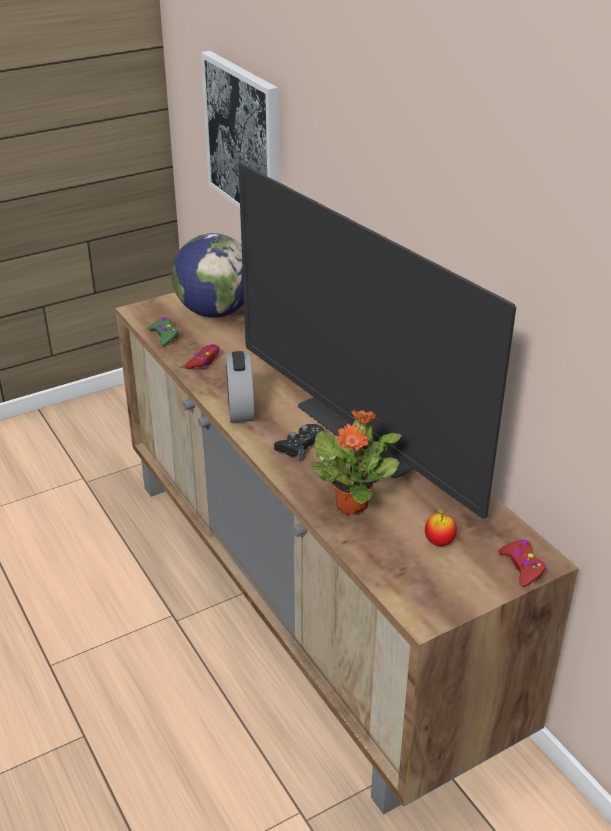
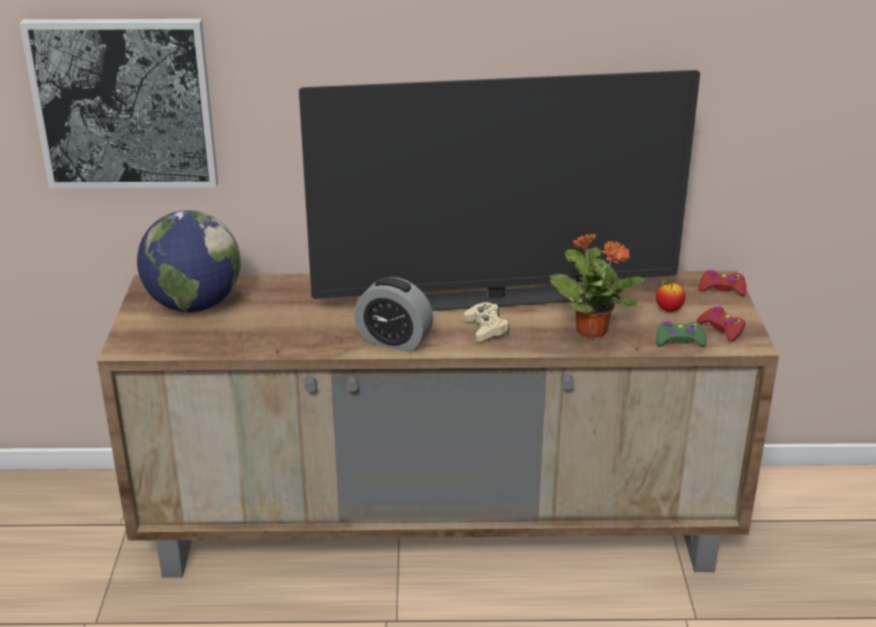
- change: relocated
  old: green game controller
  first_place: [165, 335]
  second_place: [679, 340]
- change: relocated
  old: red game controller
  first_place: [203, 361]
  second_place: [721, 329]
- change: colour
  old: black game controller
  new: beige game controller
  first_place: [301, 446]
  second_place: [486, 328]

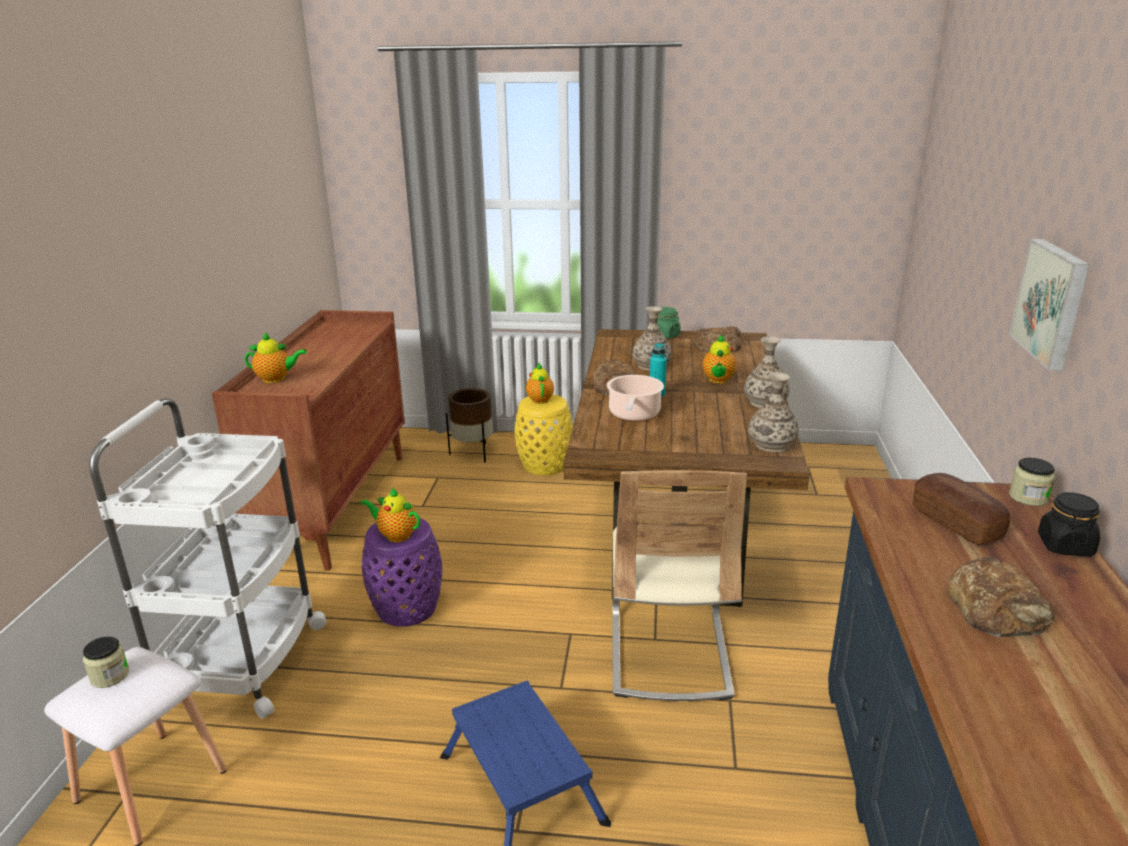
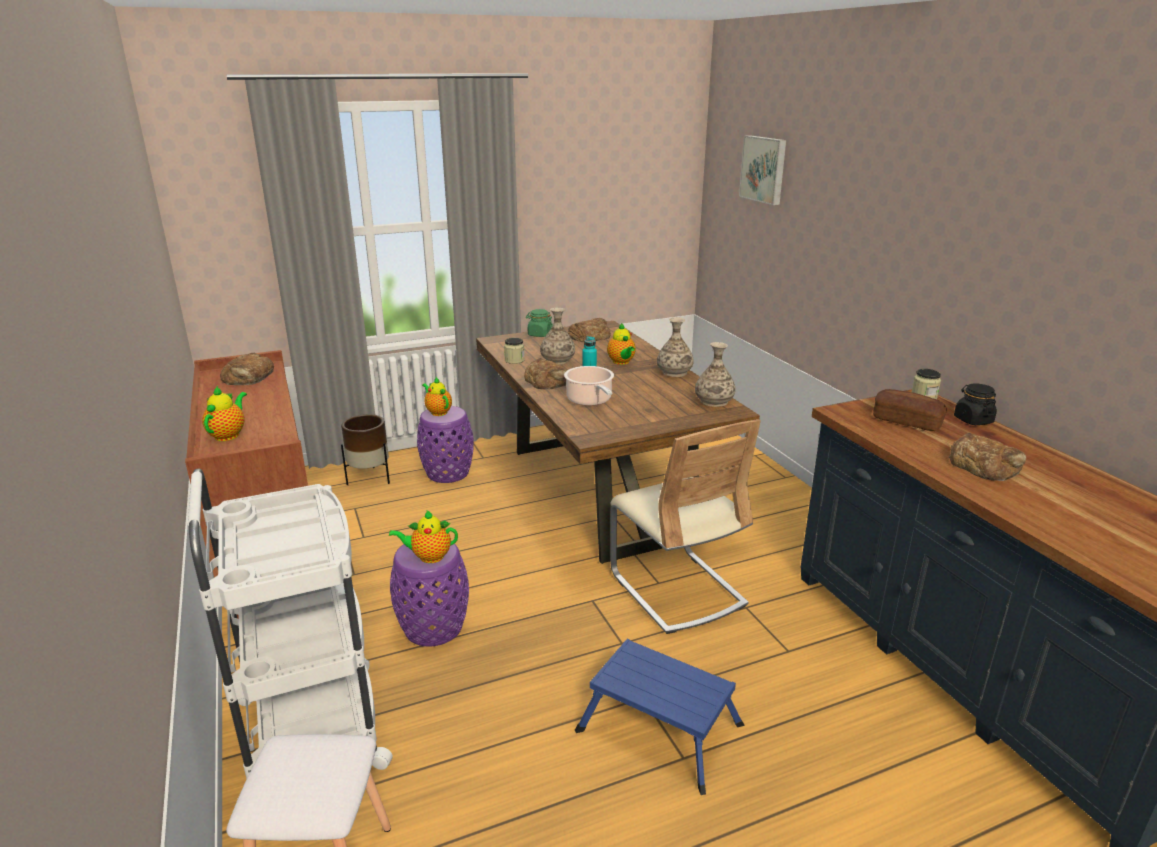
- change: relocated
  old: jar
  first_place: [110, 676]
  second_place: [514, 360]
- change: spun
  old: teapot
  first_place: [276, 379]
  second_place: [229, 435]
  degrees: -45
- change: colour
  old: yellow stool
  new: purple stool
  first_place: [545, 465]
  second_place: [448, 473]
- change: relocated
  old: picture
  first_place: [1052, 302]
  second_place: [764, 169]
- change: appeared
  new: bread
  second_place: [248, 377]

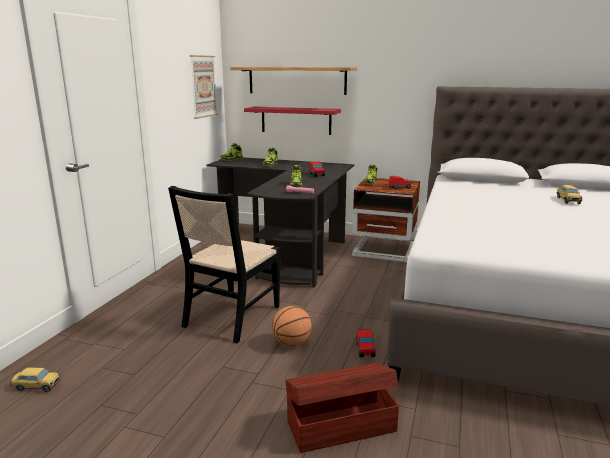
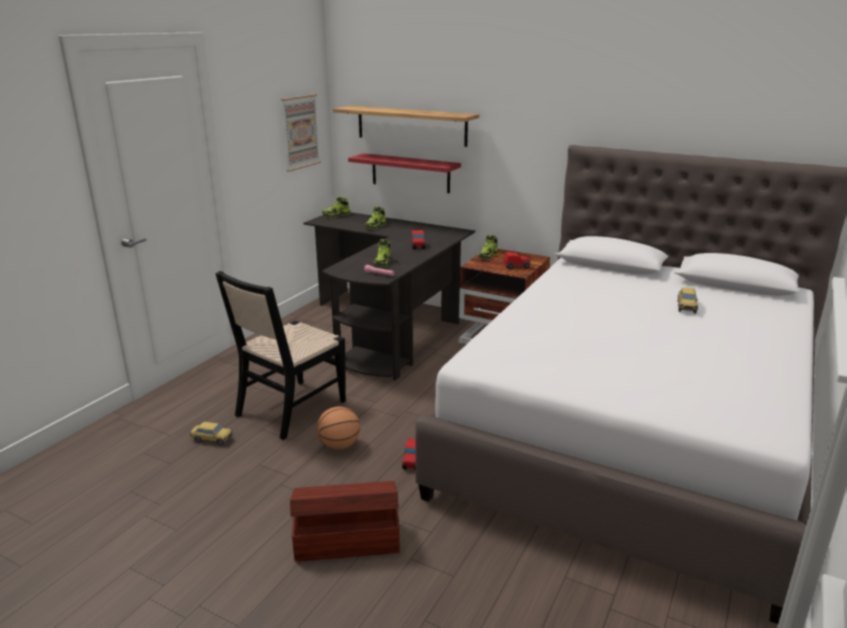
- change: relocated
  old: toy car
  first_place: [37, 386]
  second_place: [212, 439]

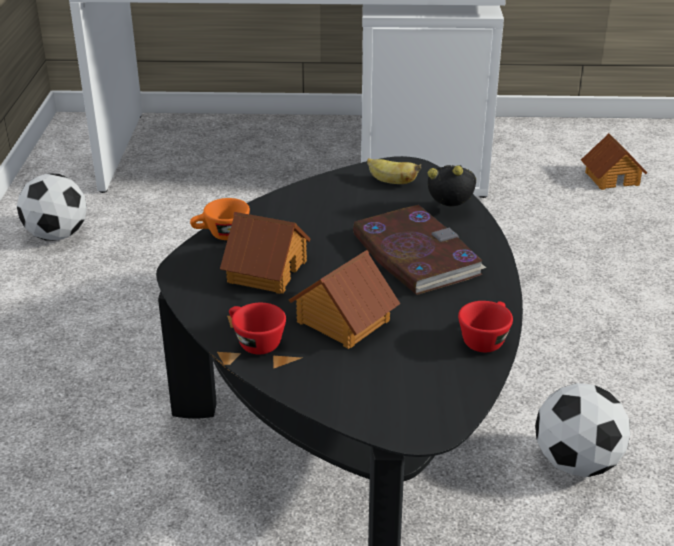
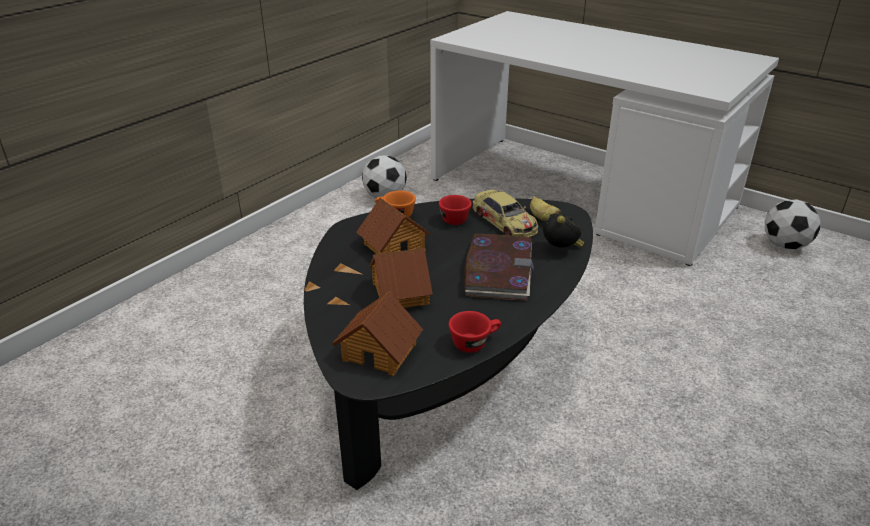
- change: relocated
  old: red cup
  first_place: [254, 342]
  second_place: [453, 218]
- change: relocated
  old: football
  first_place: [576, 463]
  second_place: [785, 245]
- change: relocated
  old: toy house
  first_place: [611, 178]
  second_place: [380, 351]
- change: appeared
  new: toy car
  second_place: [504, 221]

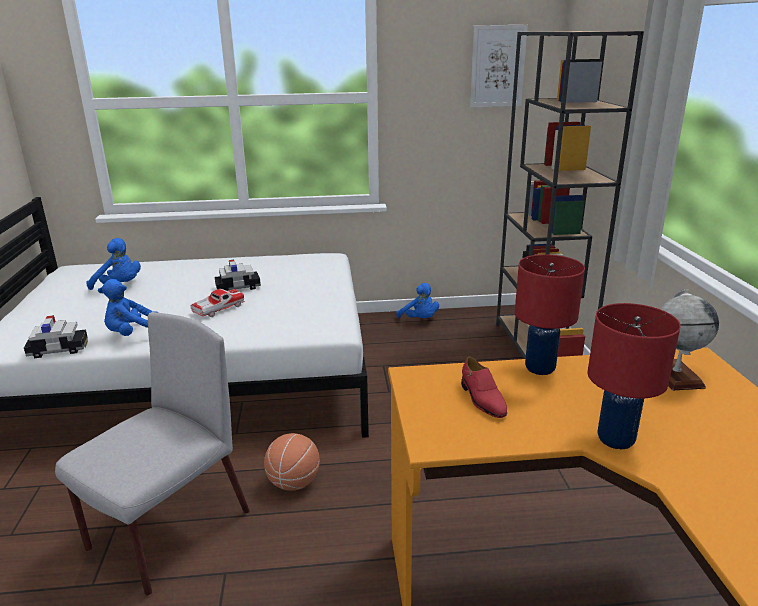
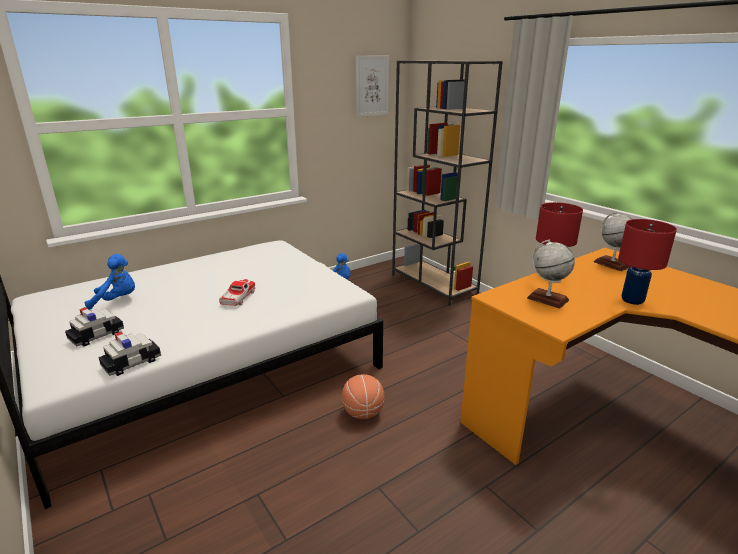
- change: missing
  old: grey chair
  first_place: [168, 532]
- change: missing
  old: blue plush toy
  first_place: [134, 335]
- change: relocated
  old: toy car
  first_place: [238, 287]
  second_place: [97, 335]
- change: exchanged
  old: red shoe
  new: globe
  first_place: [482, 399]
  second_place: [547, 299]

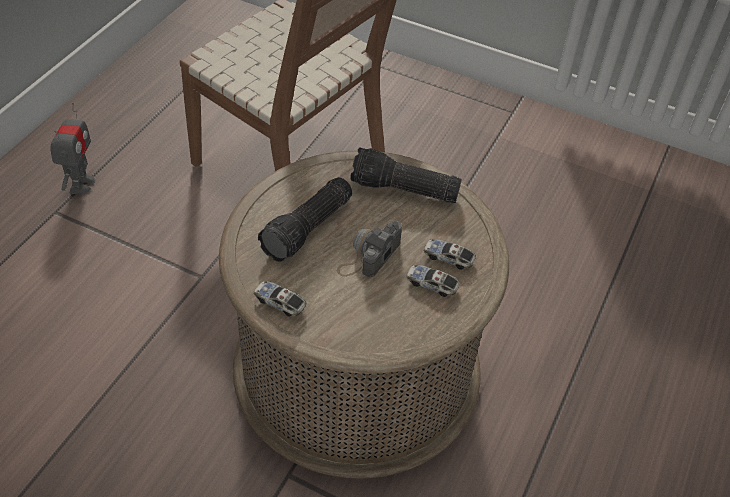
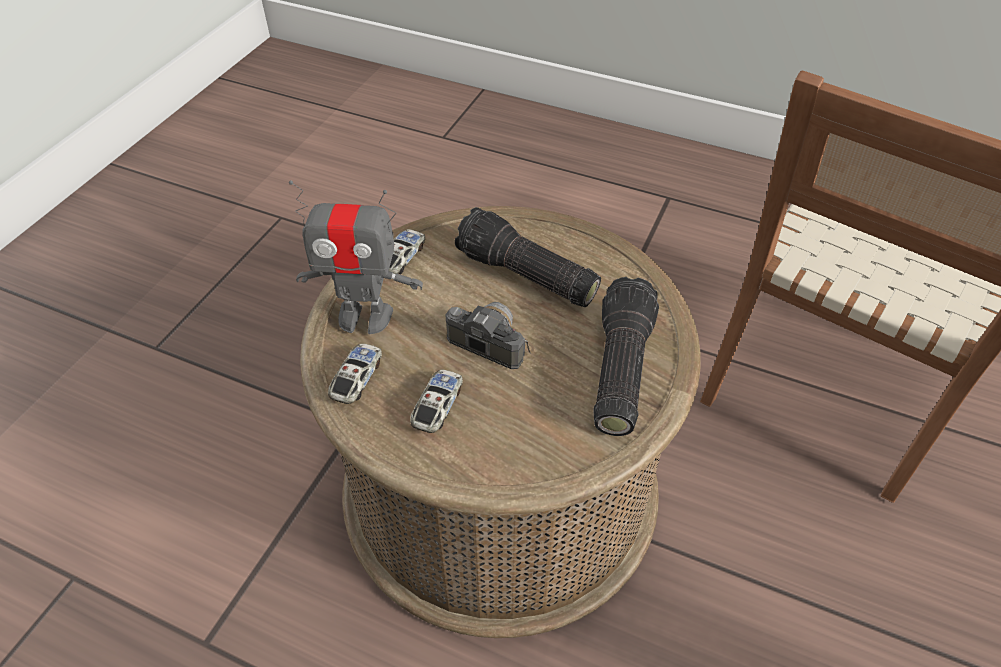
- change: relocated
  old: toy robot
  first_place: [81, 184]
  second_place: [364, 316]
- change: relocated
  old: toy car
  first_place: [448, 258]
  second_place: [356, 378]

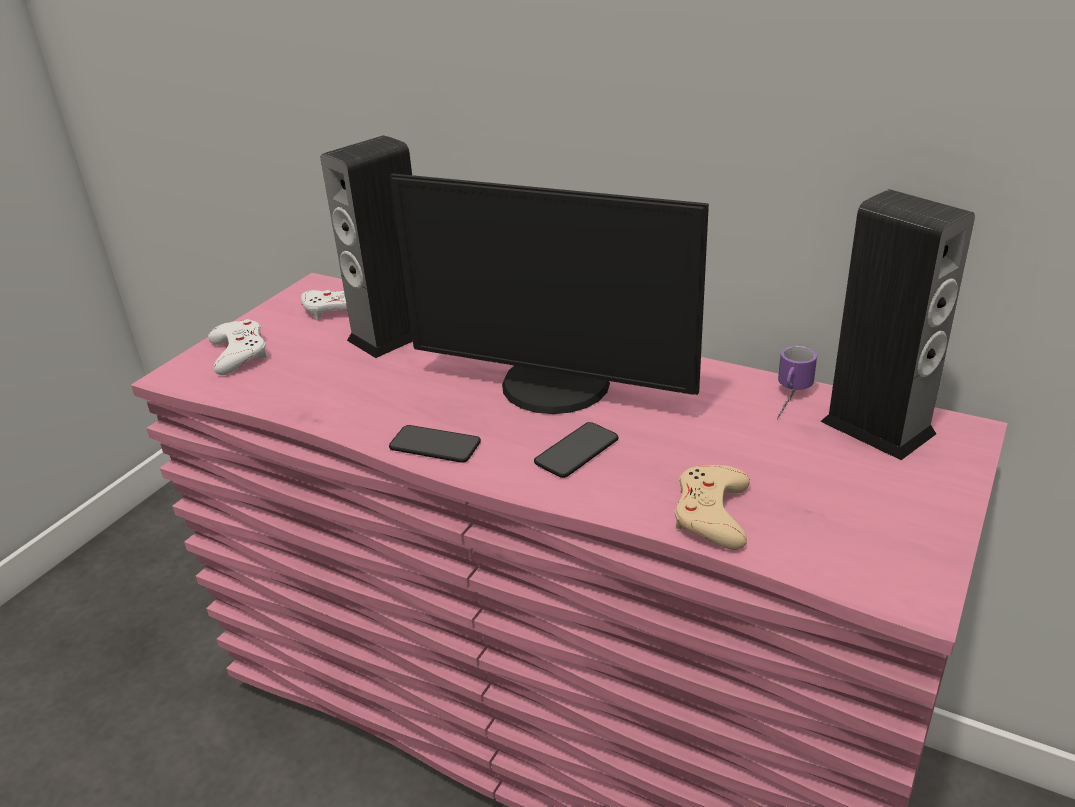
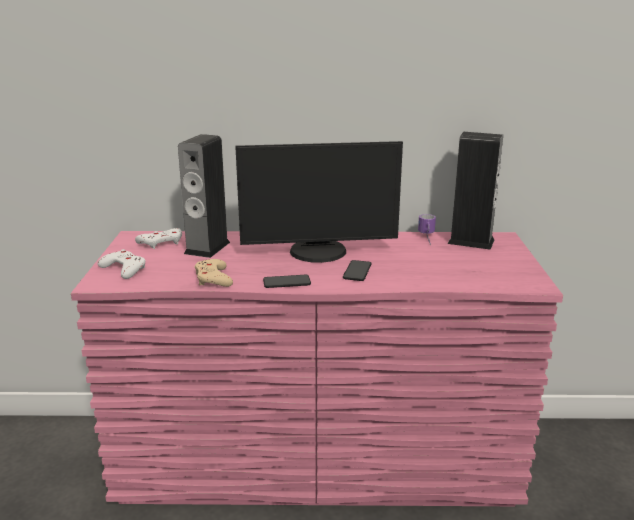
- change: relocated
  old: beige game controller
  first_place: [712, 514]
  second_place: [213, 278]

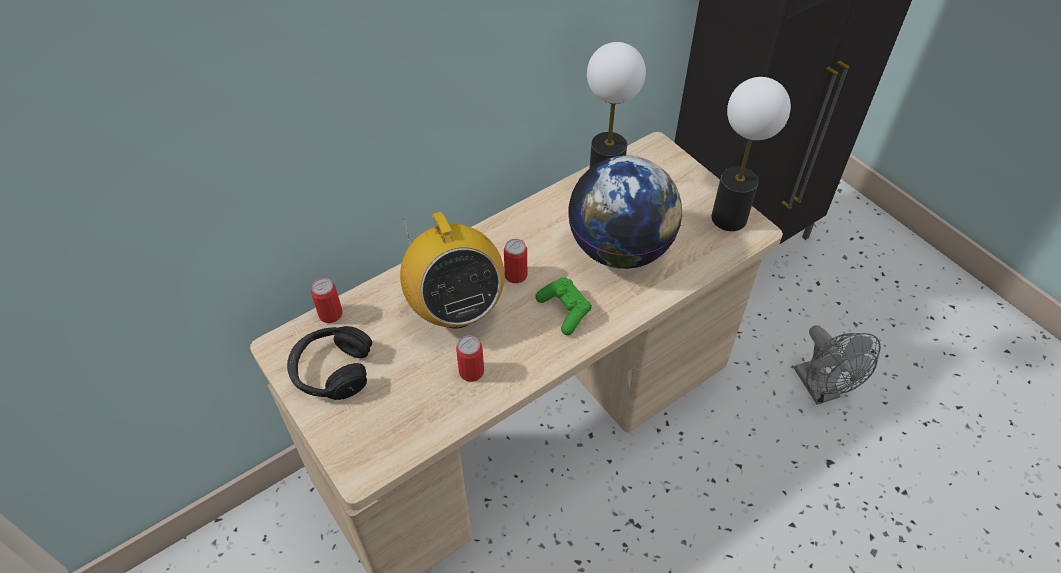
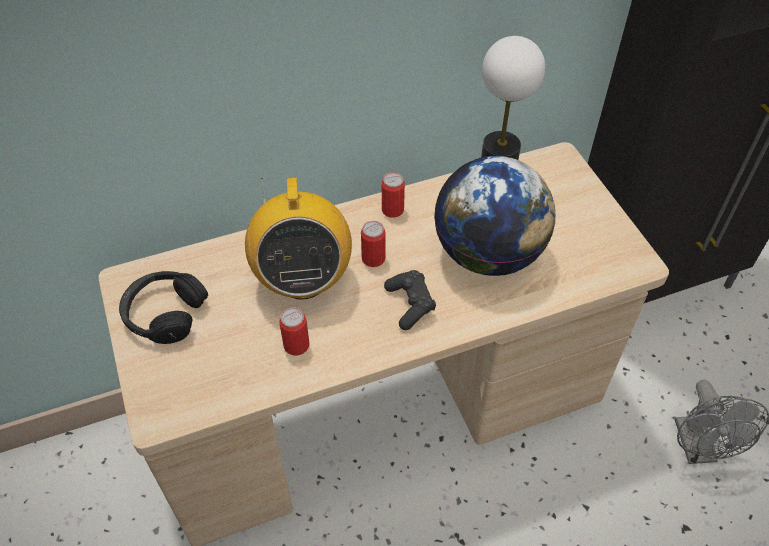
- change: relocated
  old: can
  first_place: [330, 314]
  second_place: [392, 210]
- change: colour
  old: green game controller
  new: black game controller
  first_place: [564, 310]
  second_place: [410, 304]
- change: missing
  old: table lamp
  first_place: [728, 218]

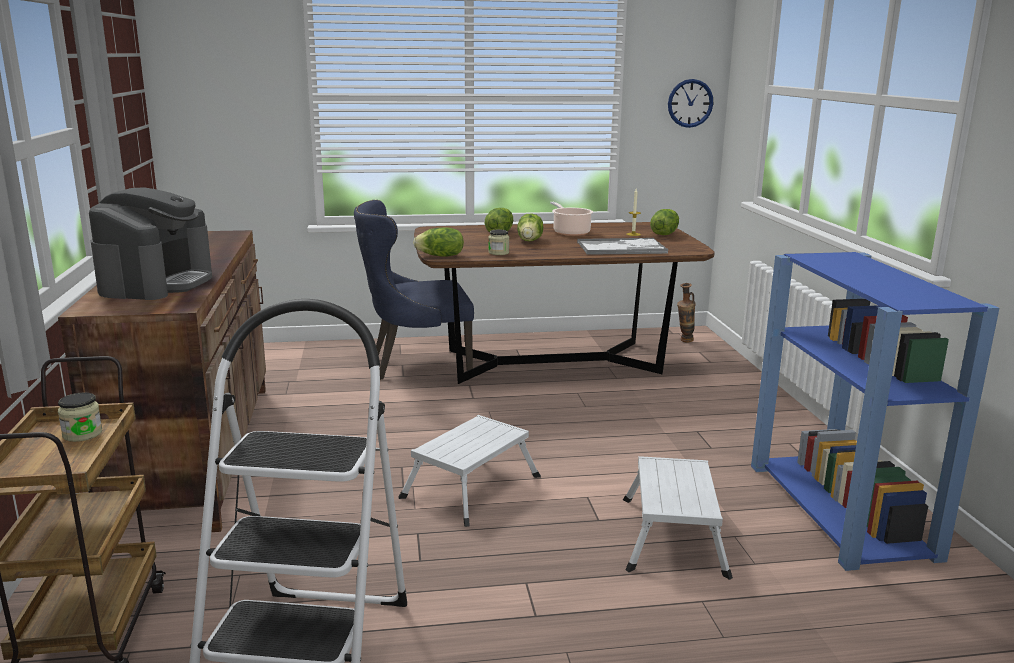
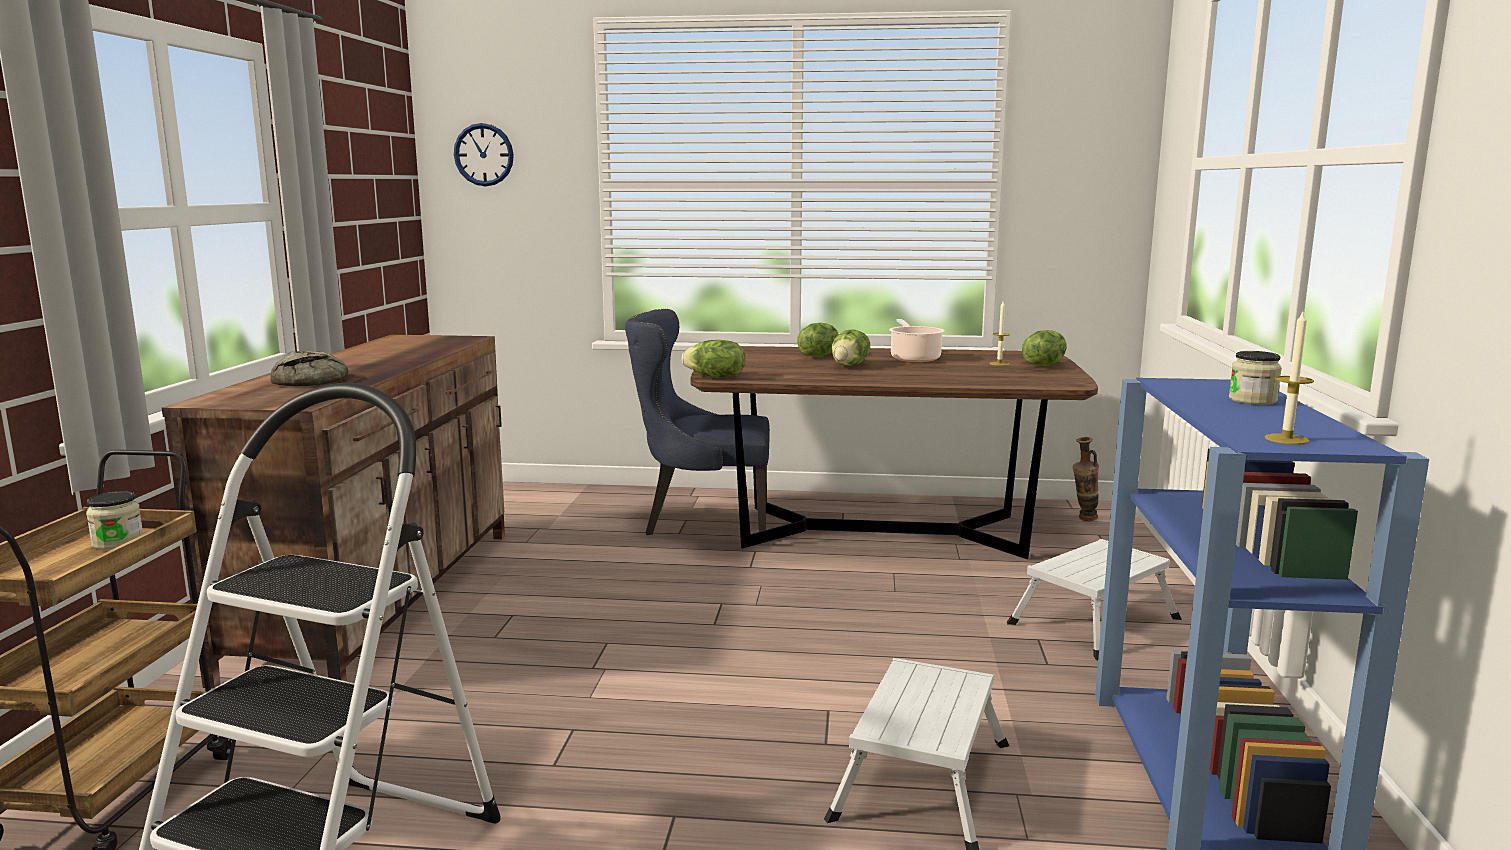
- change: exchanged
  old: coffee machine
  new: bread
  first_place: [157, 283]
  second_place: [314, 381]
- change: relocated
  old: white step ladder
  first_place: [472, 486]
  second_place: [1095, 620]
- change: relocated
  old: jar
  first_place: [498, 253]
  second_place: [1252, 400]
- change: missing
  old: tray
  first_place: [622, 248]
- change: relocated
  old: wall clock
  first_place: [690, 103]
  second_place: [484, 154]
- change: appeared
  new: candle
  second_place: [1286, 439]

